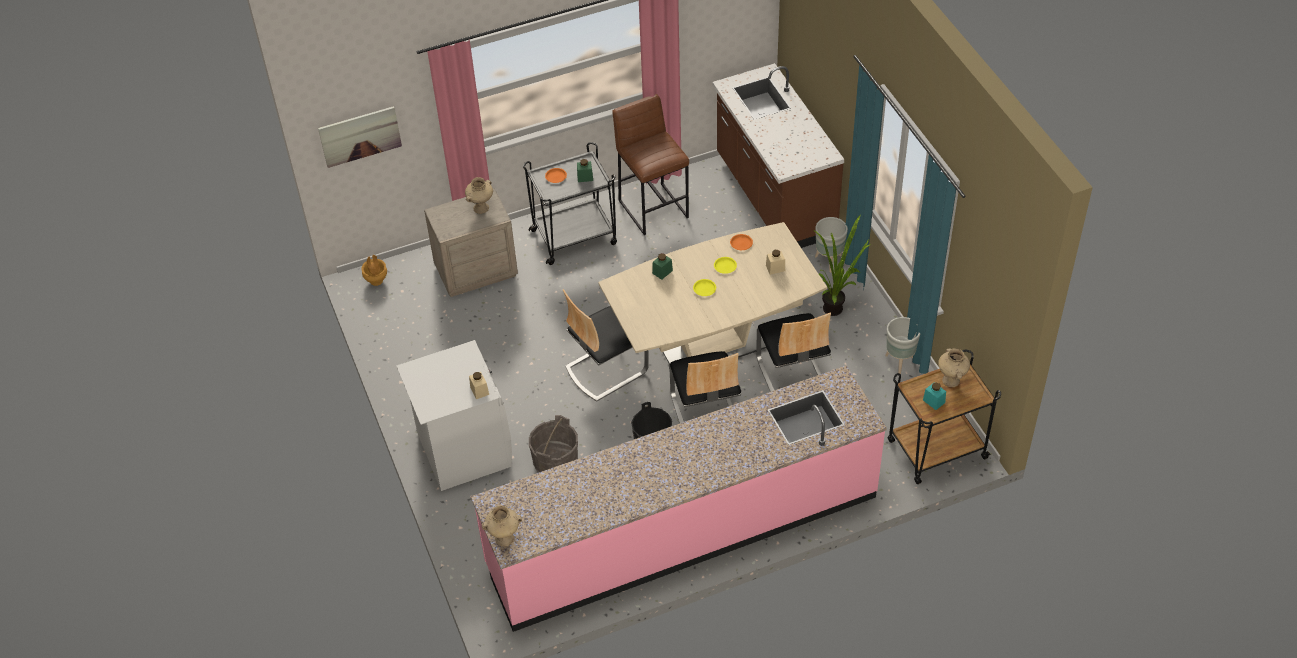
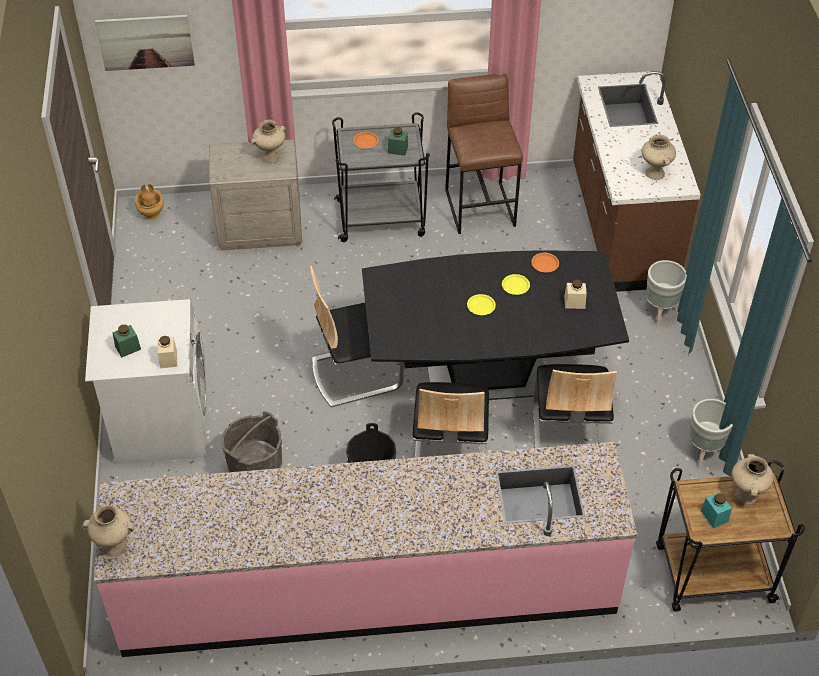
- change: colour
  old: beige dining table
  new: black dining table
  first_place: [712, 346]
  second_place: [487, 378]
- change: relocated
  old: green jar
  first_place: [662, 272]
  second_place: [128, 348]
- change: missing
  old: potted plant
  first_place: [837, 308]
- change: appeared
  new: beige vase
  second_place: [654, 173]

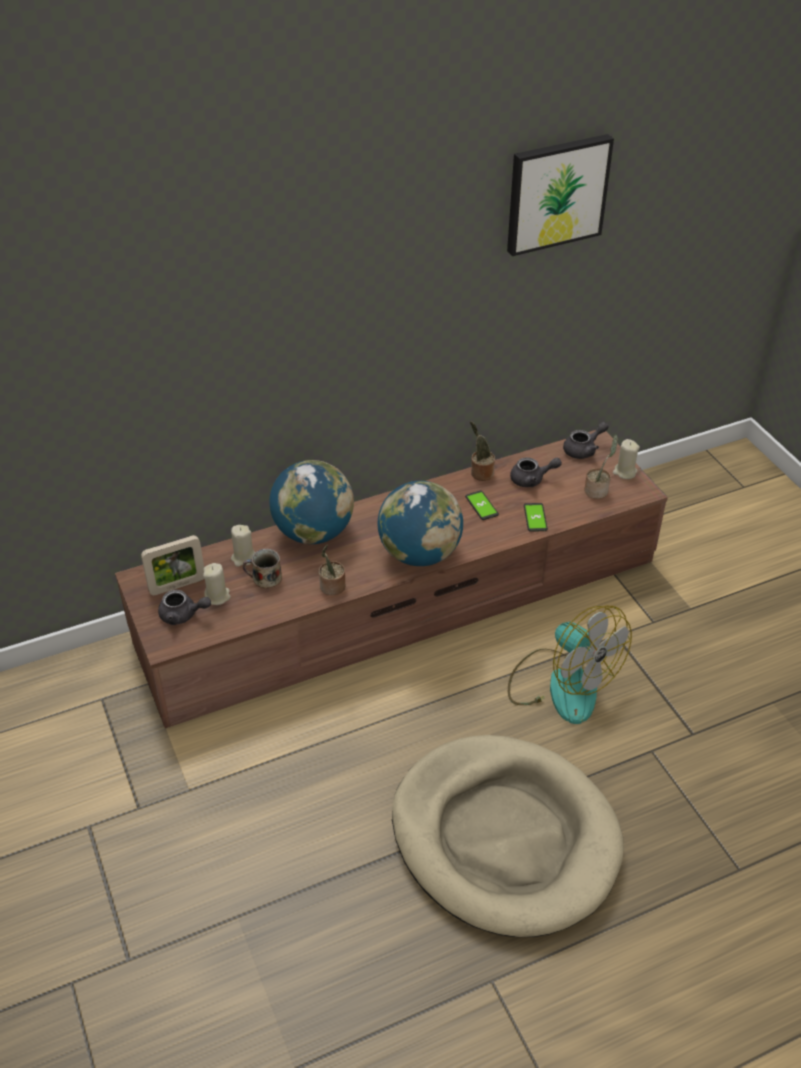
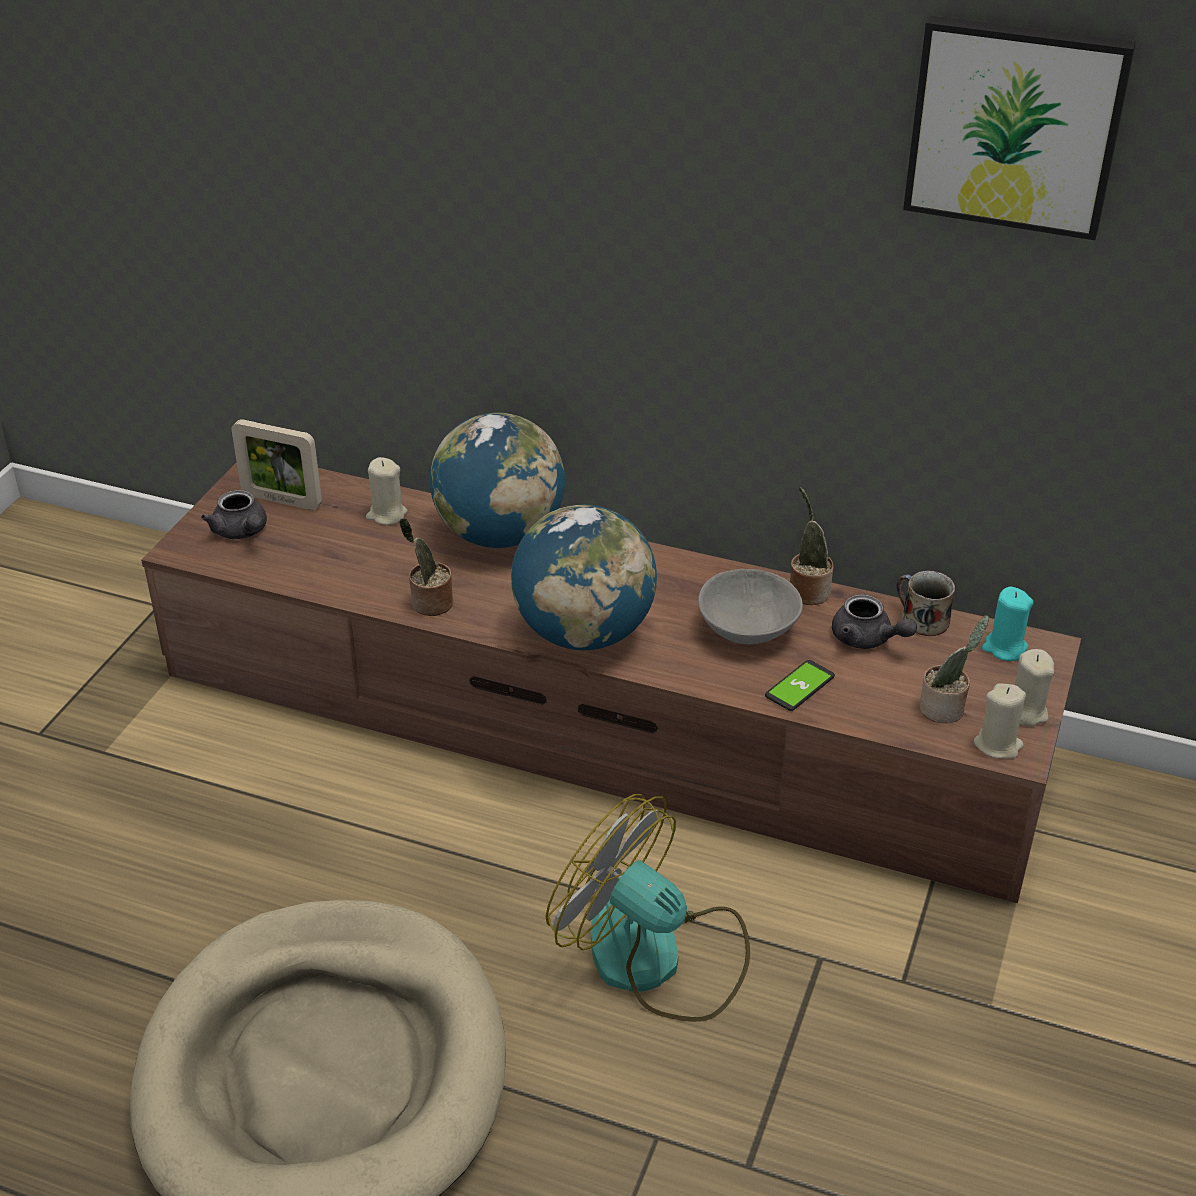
- change: relocated
  old: beige candle
  first_place: [217, 596]
  second_place: [998, 745]
- change: relocated
  old: mug
  first_place: [265, 578]
  second_place: [922, 619]
- change: exchanged
  old: phone
  new: grey bowl
  first_place: [481, 506]
  second_place: [748, 629]
- change: spun
  old: fan
  first_place: [561, 684]
  second_place: [655, 959]
  degrees: 120
- change: exchanged
  old: grey teapot
  new: turquoise candle
  first_place: [583, 450]
  second_place: [1004, 648]

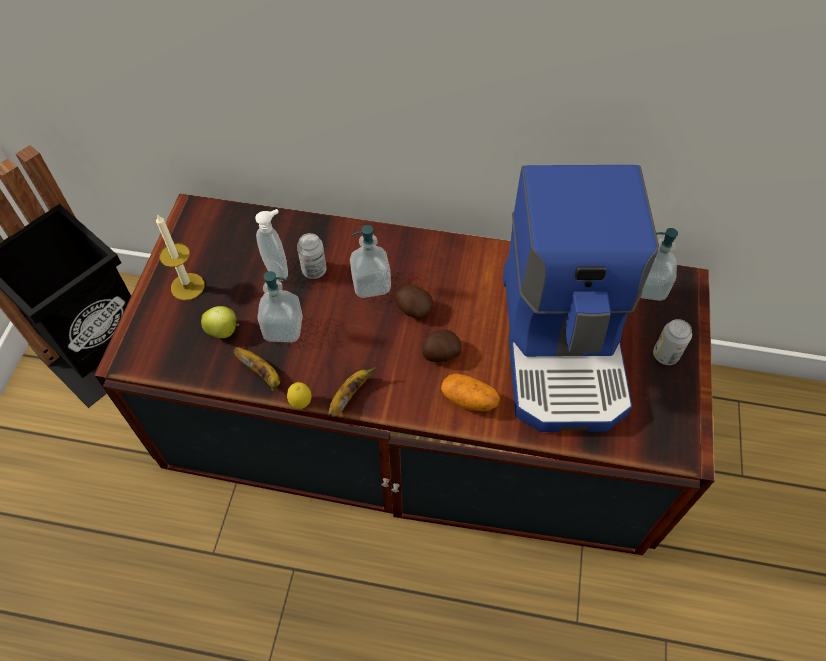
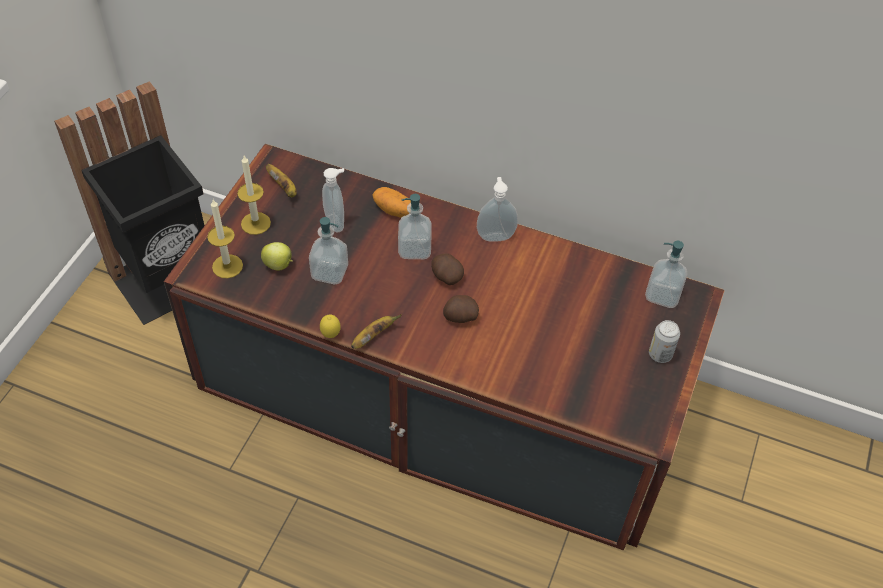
- change: relocated
  old: banana
  first_place: [262, 373]
  second_place: [284, 188]
- change: missing
  old: can
  first_place: [314, 270]
- change: relocated
  old: potato
  first_place: [469, 399]
  second_place: [394, 210]
- change: missing
  old: coffee machine
  first_place: [564, 345]
- change: appeared
  new: candle
  second_place: [227, 266]
- change: appeared
  new: soap dispenser
  second_place: [495, 235]

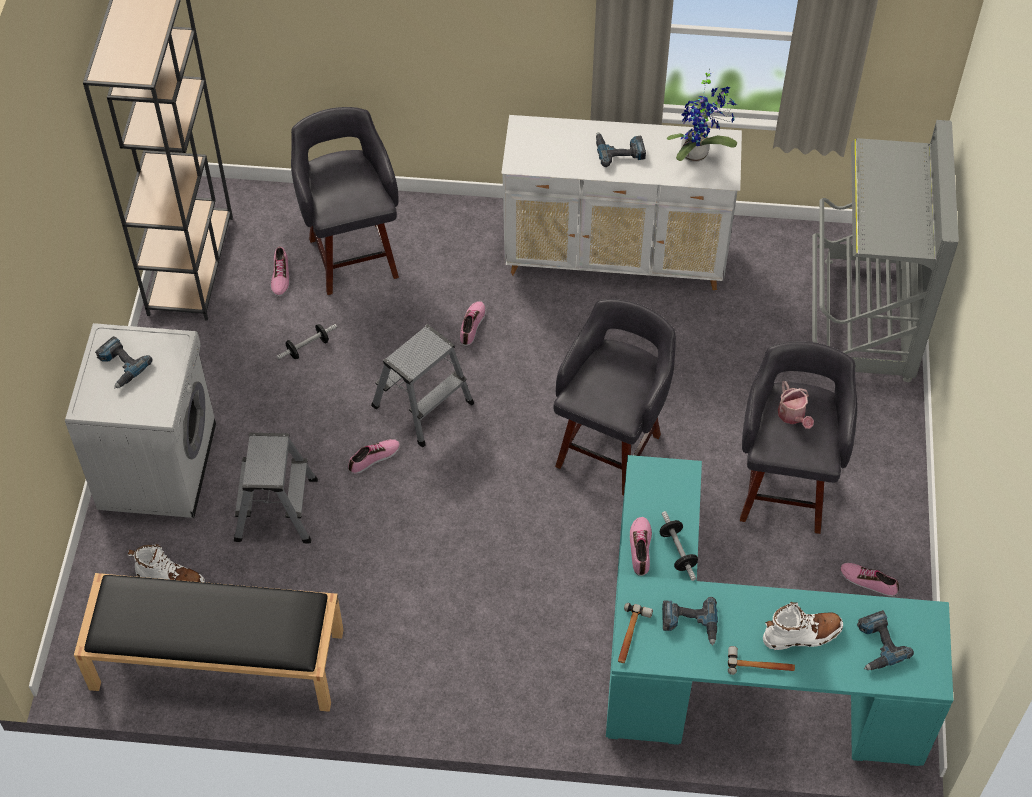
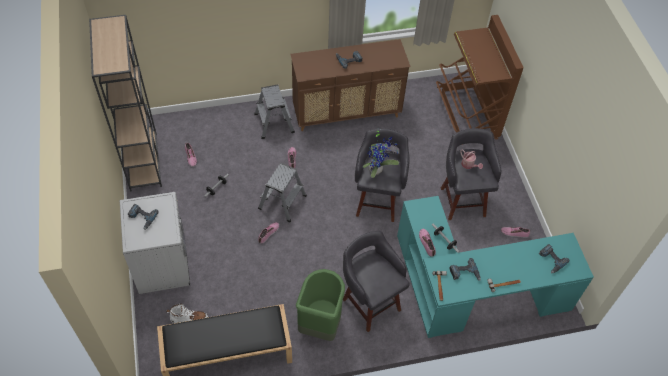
- change: relocated
  old: grey step ladder
  first_place: [276, 509]
  second_place: [274, 123]
- change: relocated
  old: grey stool
  first_place: [353, 254]
  second_place: [370, 302]
- change: colour
  old: white cabinet
  new: brown cabinet
  first_place: [615, 257]
  second_place: [346, 112]
- change: relocated
  old: potted plant
  first_place: [698, 153]
  second_place: [377, 169]
- change: missing
  old: white boot
  first_place: [802, 635]
- change: colour
  old: grey shoe rack
  new: brown shoe rack
  first_place: [860, 318]
  second_place: [465, 115]
- change: appeared
  new: green trash can
  second_place: [320, 324]

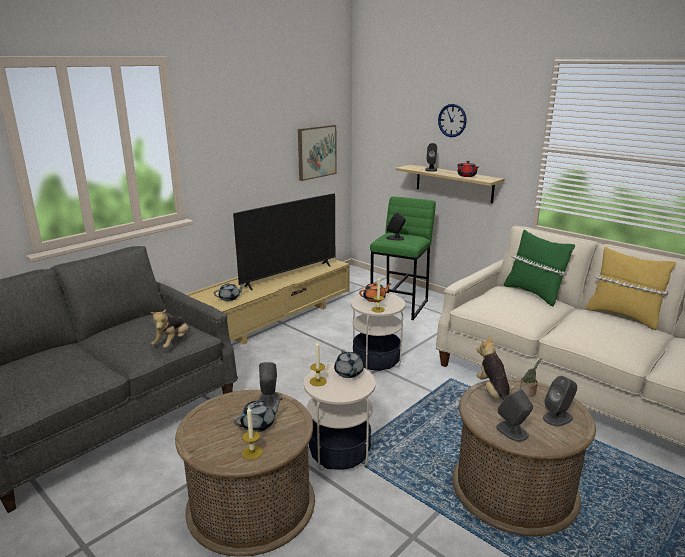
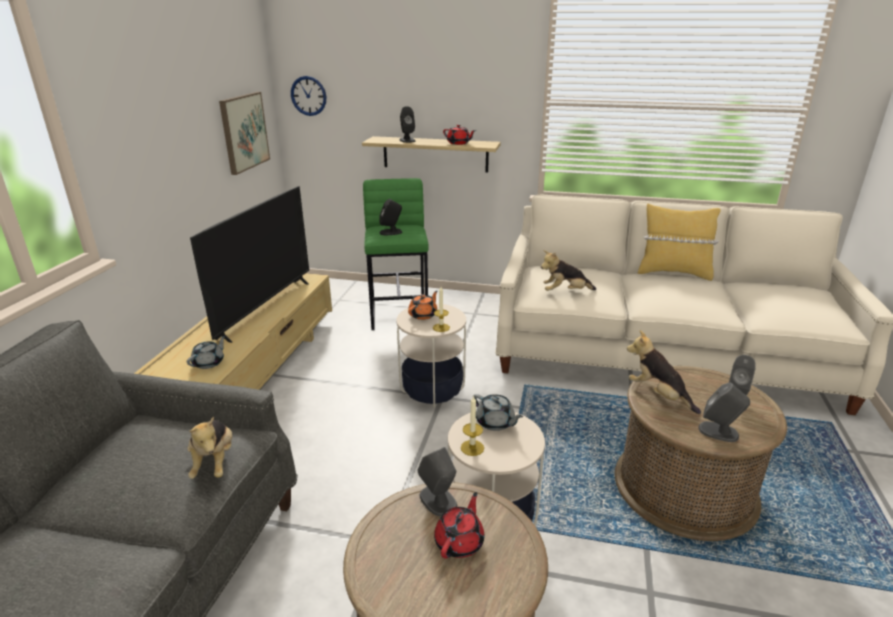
- change: colour
  old: grey teapot
  new: red teapot
  first_place: [258, 424]
  second_place: [460, 542]
- change: missing
  old: candle
  first_place: [252, 452]
- change: relocated
  old: wall clock
  first_place: [452, 120]
  second_place: [308, 96]
- change: missing
  old: green pillow
  first_place: [533, 293]
- change: missing
  old: potted plant
  first_place: [528, 393]
- change: appeared
  new: plush toy
  second_place: [565, 292]

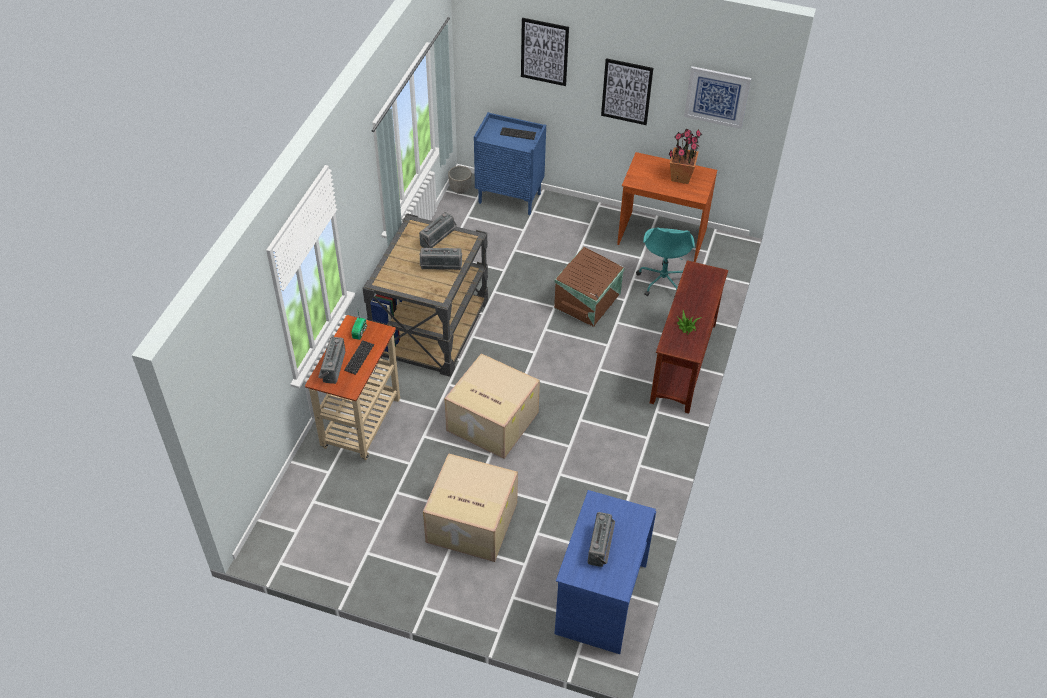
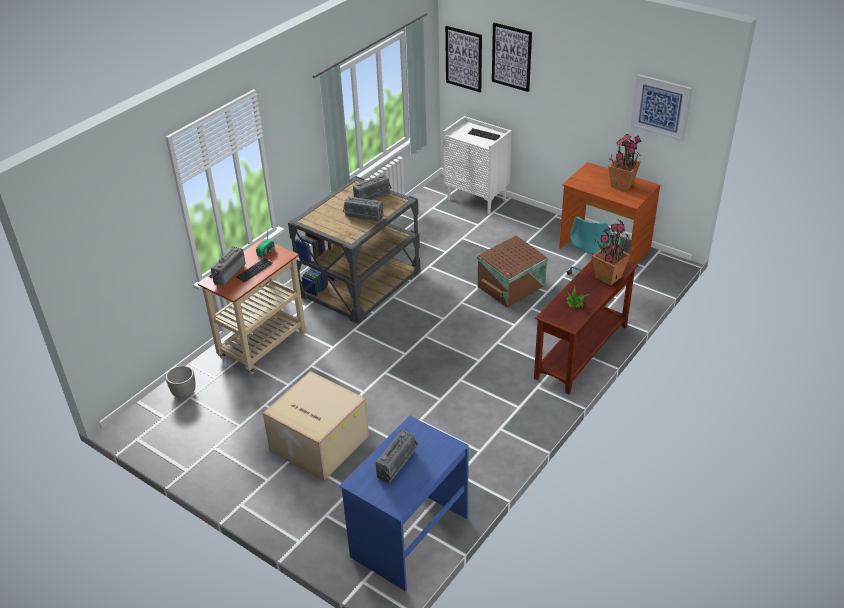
- change: missing
  old: cardboard box
  first_place: [491, 421]
- change: relocated
  old: planter
  first_place: [460, 190]
  second_place: [184, 393]
- change: colour
  old: blue cabinet
  new: white cabinet
  first_place: [510, 198]
  second_place: [477, 200]
- change: relocated
  old: picture
  first_place: [626, 91]
  second_place: [463, 59]
- change: appeared
  new: potted plant
  second_place: [607, 277]

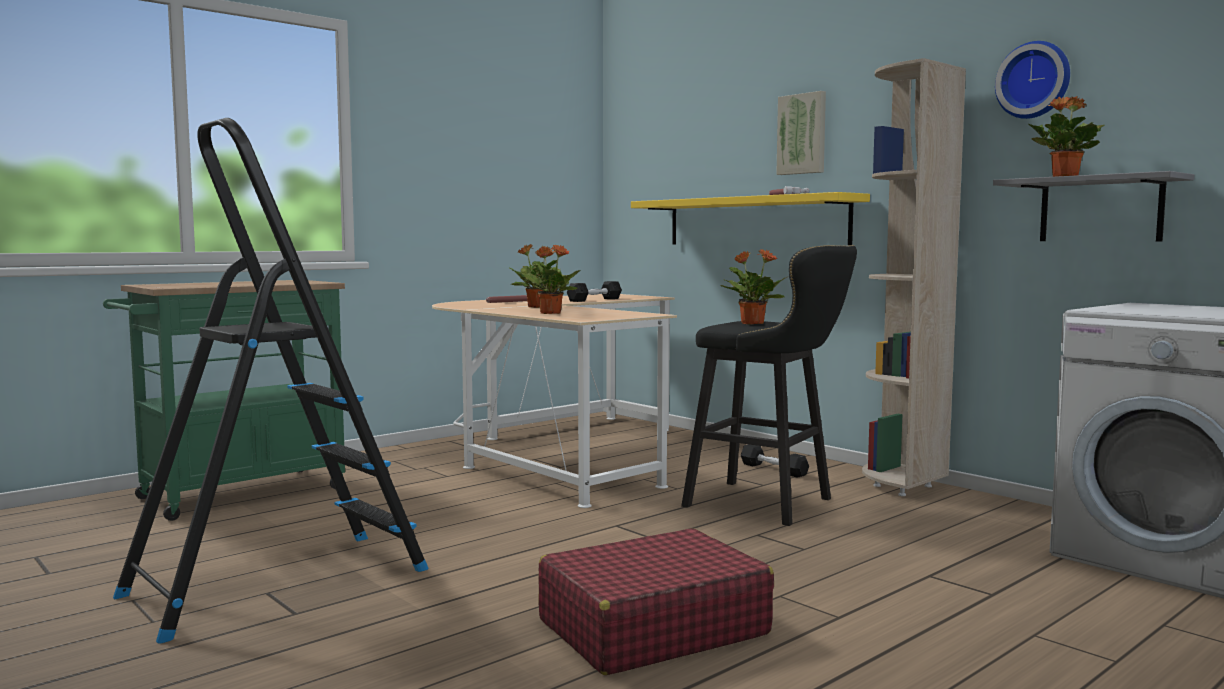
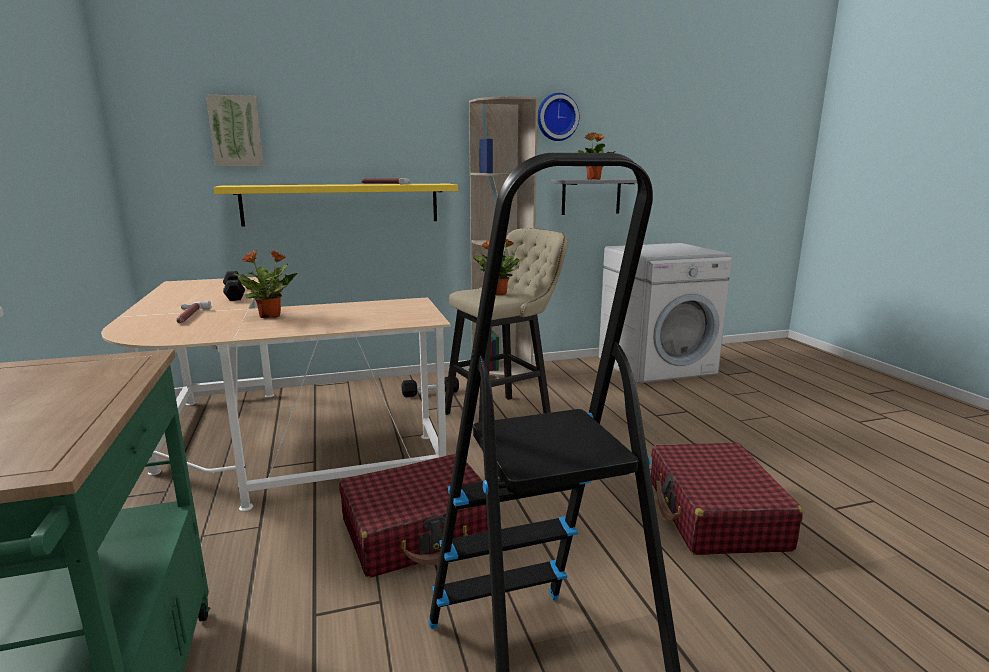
- change: missing
  old: potted plant
  first_place: [550, 313]
- change: colour
  old: black stool
  new: beige stool
  first_place: [773, 505]
  second_place: [507, 415]
- change: relocated
  old: picture
  first_place: [802, 134]
  second_place: [236, 131]
- change: appeared
  new: red suitcase
  second_place: [419, 531]

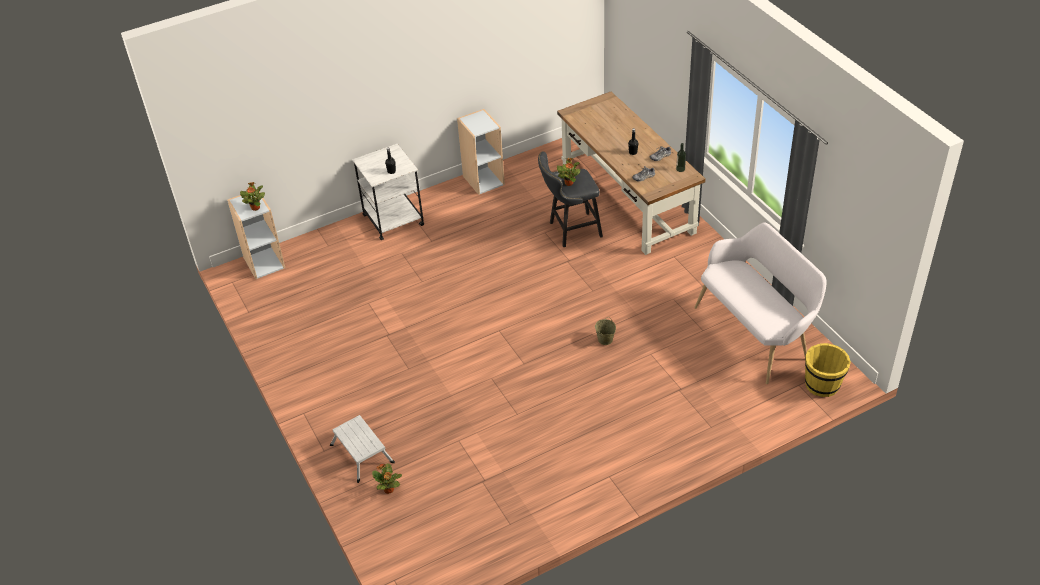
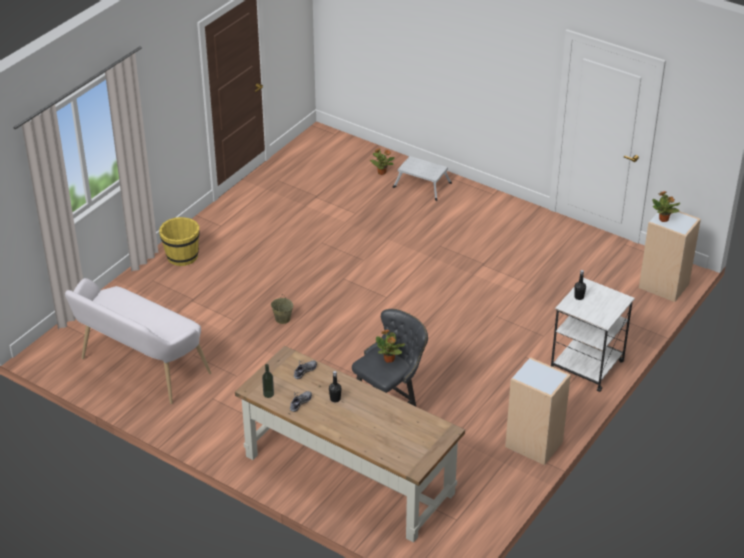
- change: relocated
  old: yellow bucket
  first_place: [822, 385]
  second_place: [182, 256]

